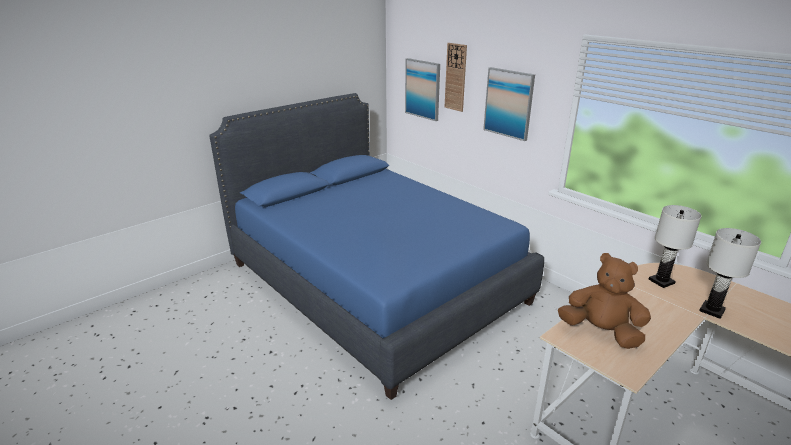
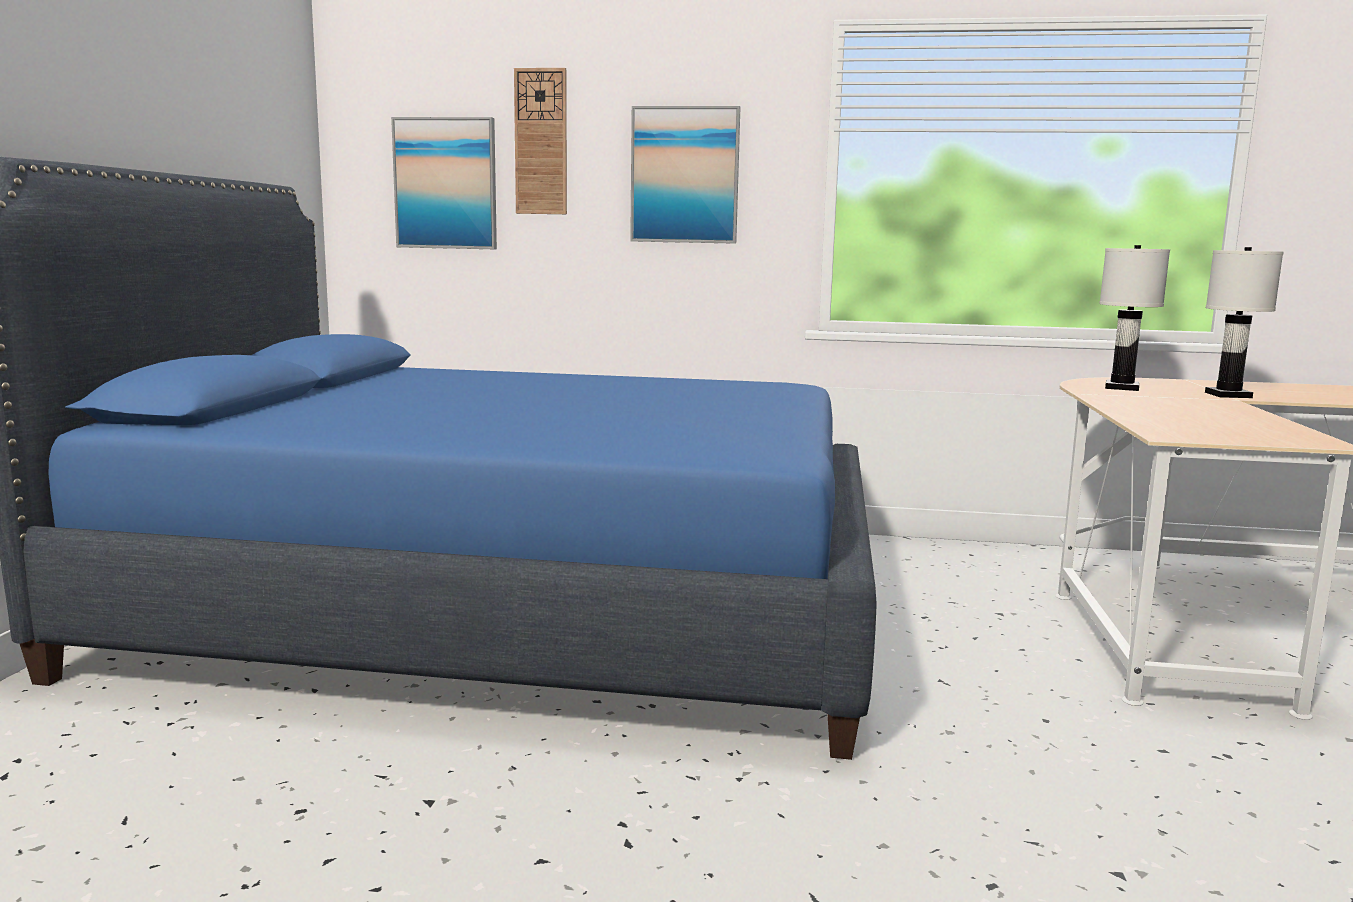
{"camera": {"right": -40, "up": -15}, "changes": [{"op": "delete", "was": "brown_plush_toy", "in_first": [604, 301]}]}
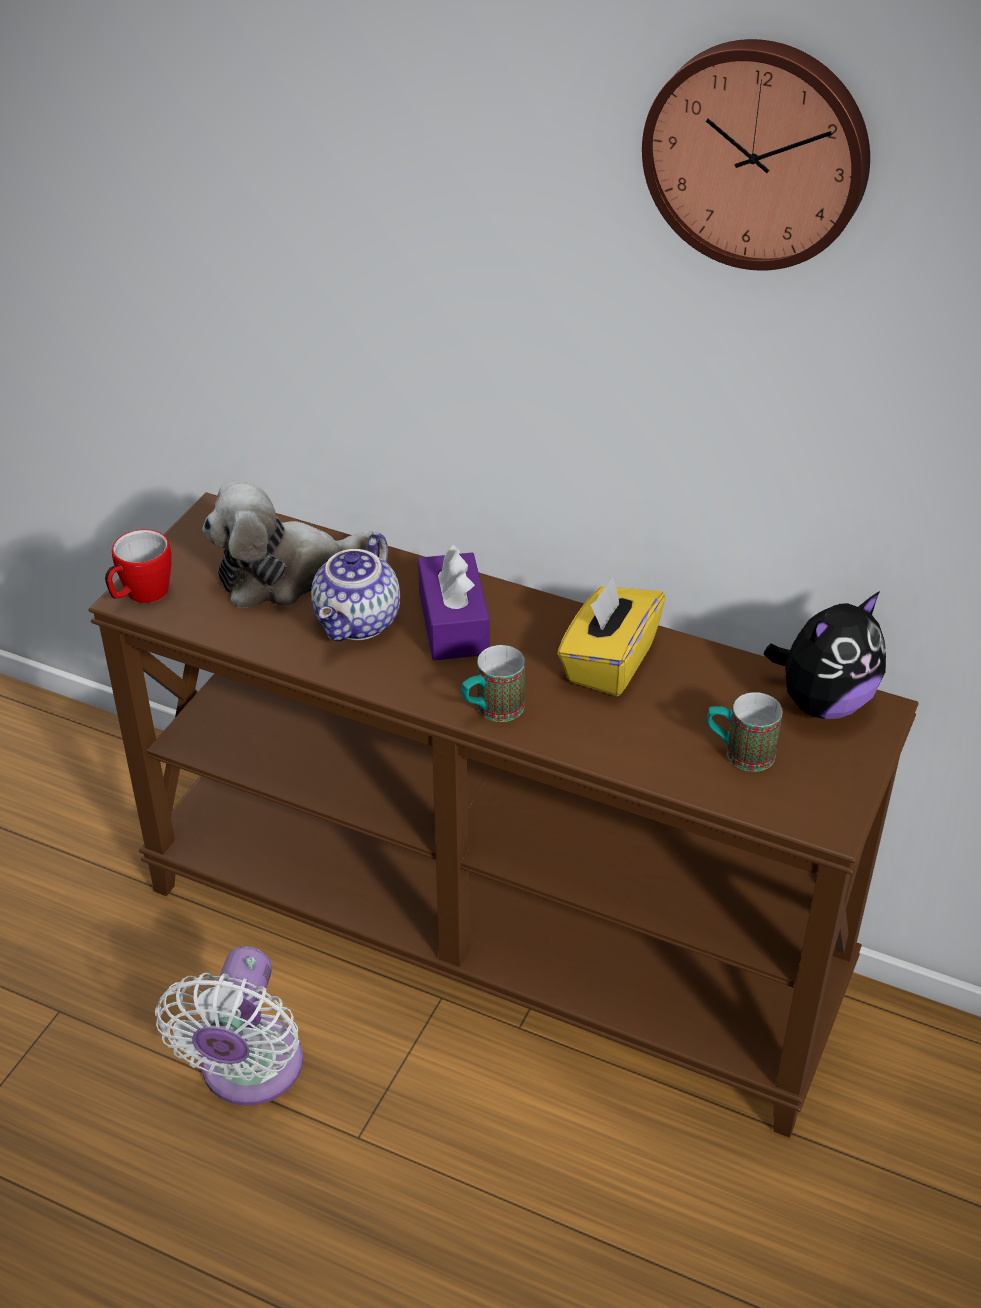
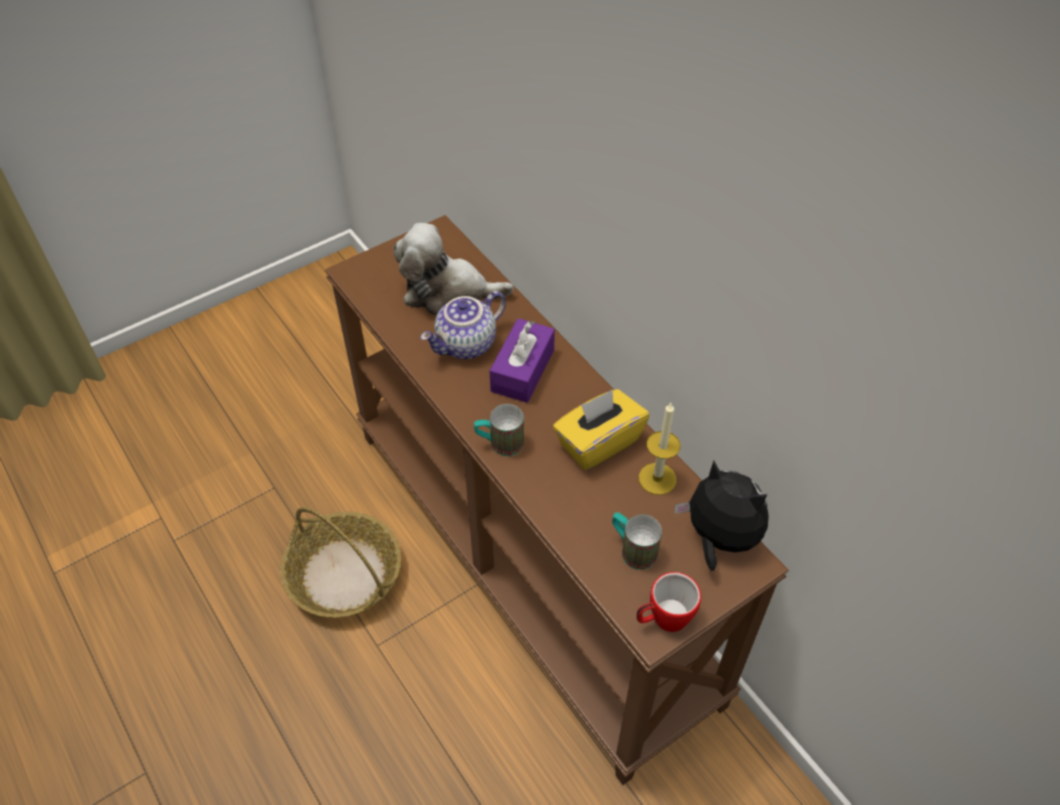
{"camera": {"right": 30, "up": 10}, "changes": [{"op": "replace", "was": "white_fan", "now": "basket", "in_first": [229, 1026], "in_second": [340, 562]}, {"op": "move", "was": "mug", "in_first": [138, 566], "in_second": [669, 602]}, {"op": "insert", "now": "candle", "in_second": [659, 449]}, {"op": "rotate", "was": "plush_toy", "in_first": [825, 655], "in_second": [722, 515], "clockwise": -135}, {"op": "delete", "was": "wall_clock", "in_first": [756, 155]}]}
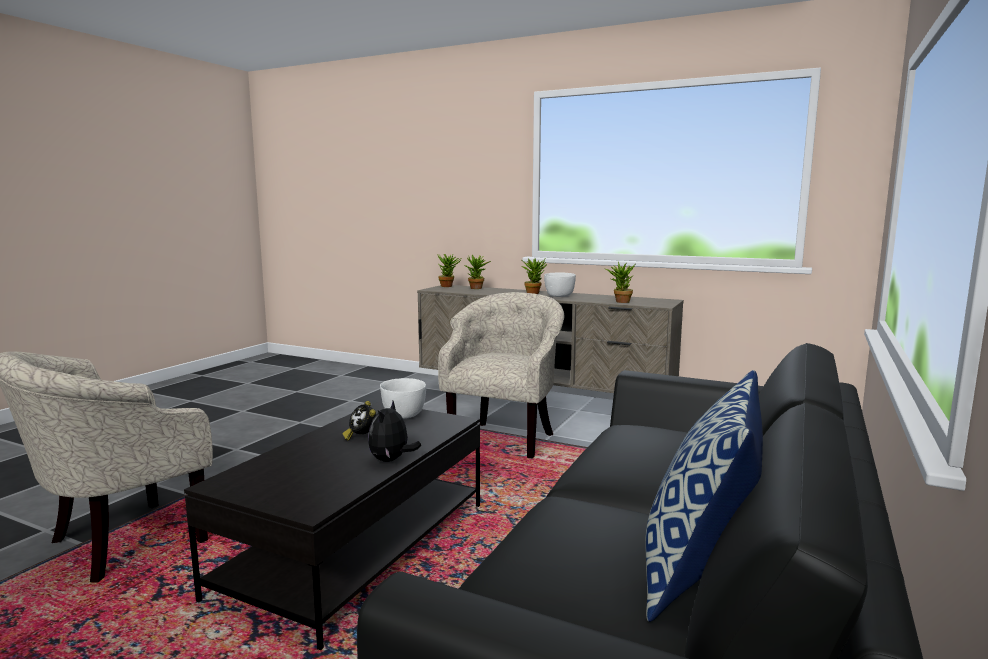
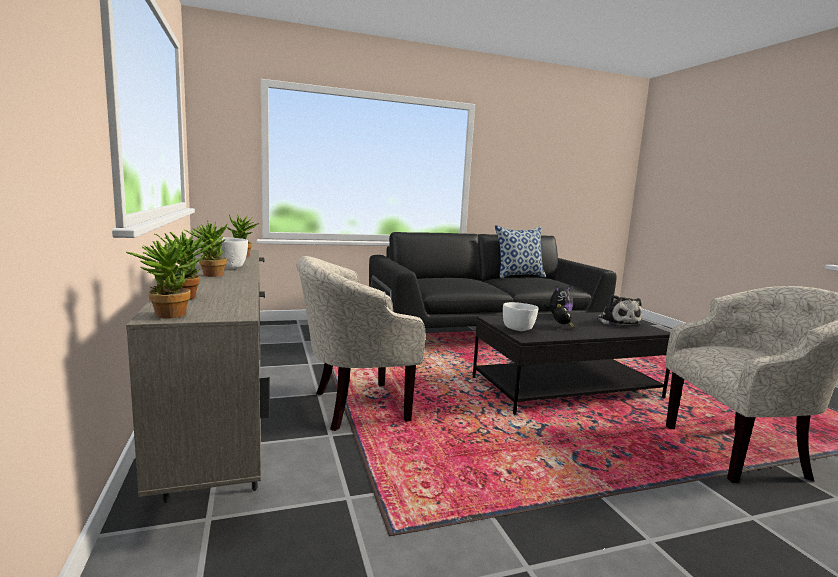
{"camera": {"right": -135, "up": 0}, "changes": [{"op": "insert", "now": "plush_toy", "in_second": [619, 310]}]}
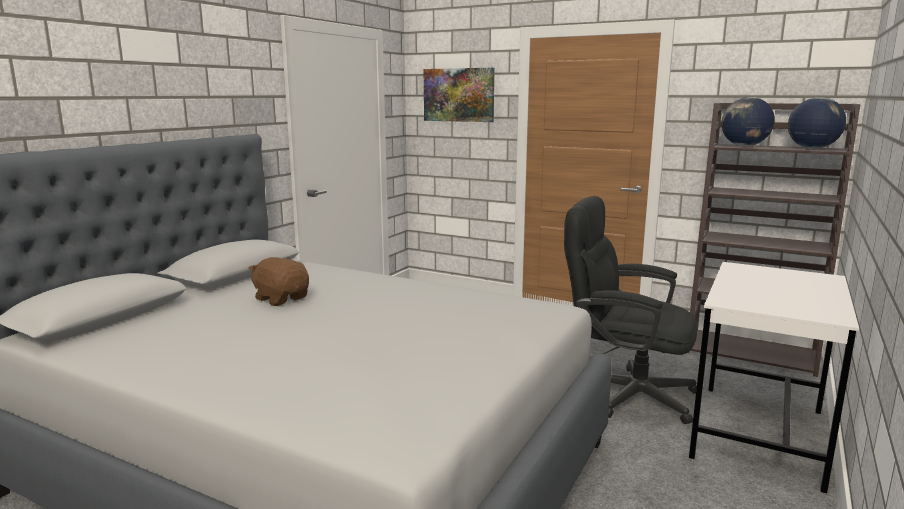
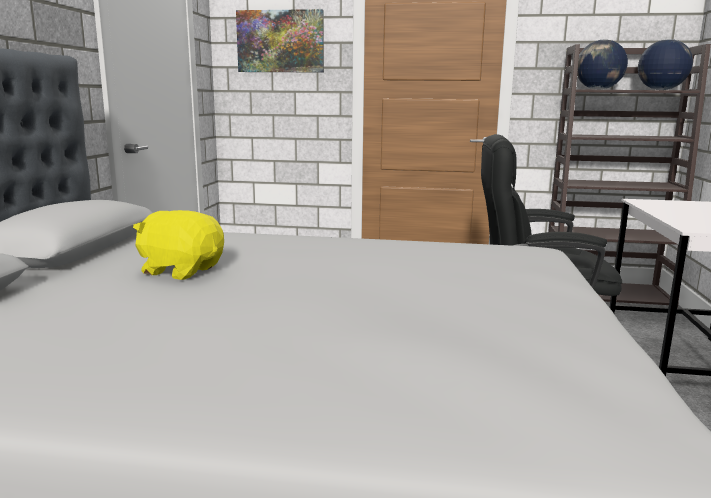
{"camera": {"right": -20, "up": 0}, "changes": [{"op": "recolor", "was": "brown_plush_toy", "now": "yellow_plush_toy", "in_first": [278, 281], "in_second": [178, 245]}]}
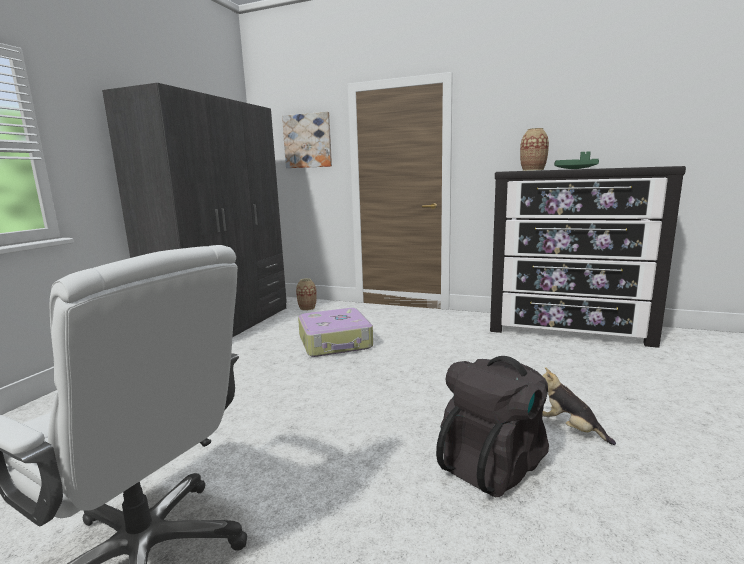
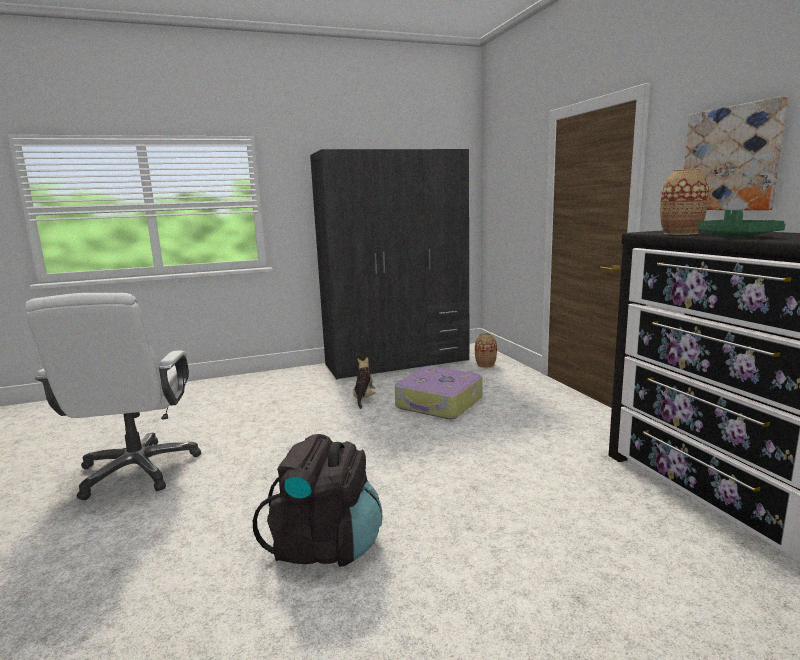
{"camera": {"right": 50, "up": 0}, "changes": [{"op": "move", "was": "plush_toy", "in_first": [579, 406], "in_second": [364, 383]}, {"op": "move", "was": "picture", "in_first": [307, 140], "in_second": [736, 153]}]}
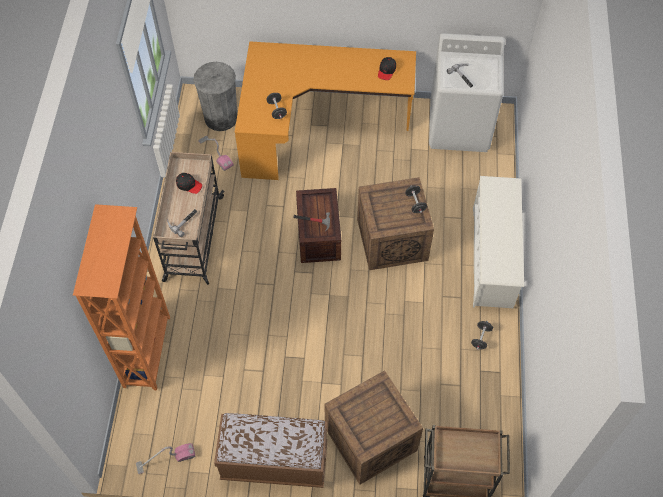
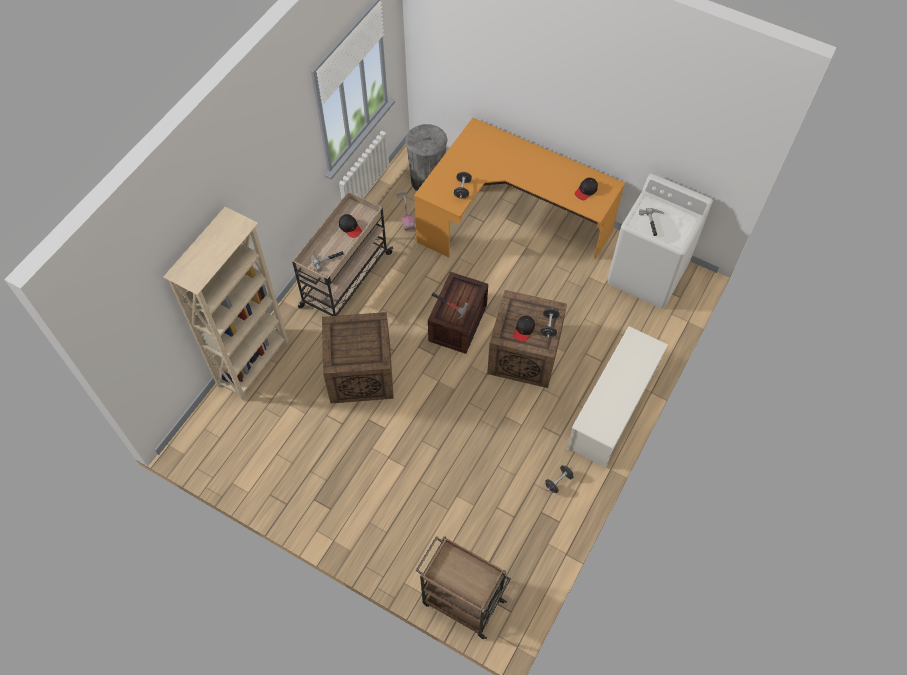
{"camera": {"right": 25, "up": 0}, "changes": [{"op": "recolor", "was": "orange_bookcase", "now": "beige_bookcase", "in_first": [121, 297], "in_second": [226, 303]}, {"op": "move", "was": "crate", "in_first": [373, 427], "in_second": [358, 358]}, {"op": "insert", "now": "black_cap", "in_second": [524, 329]}, {"op": "delete", "was": "vacuum_cleaner", "in_first": [165, 458]}, {"op": "delete", "was": "brown_bench", "in_first": [271, 450]}]}
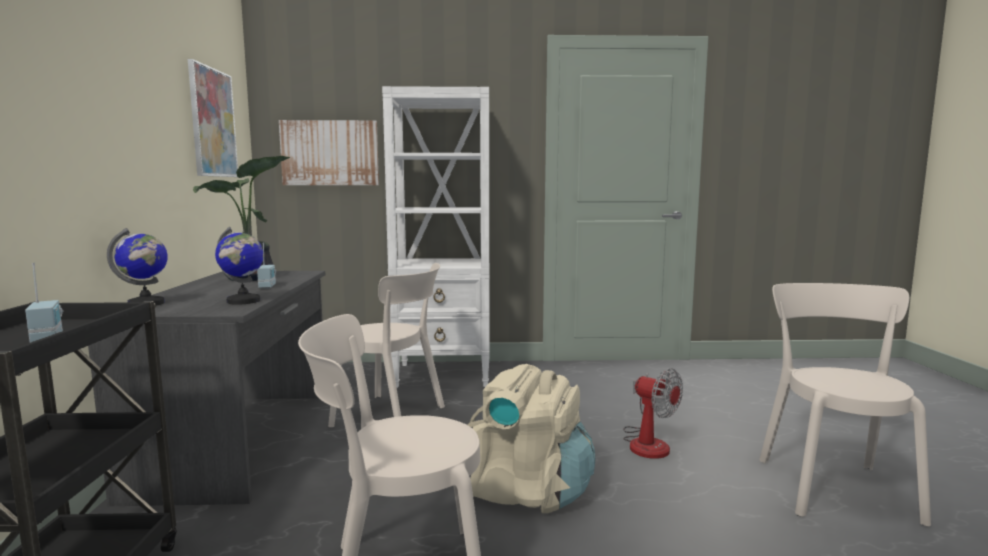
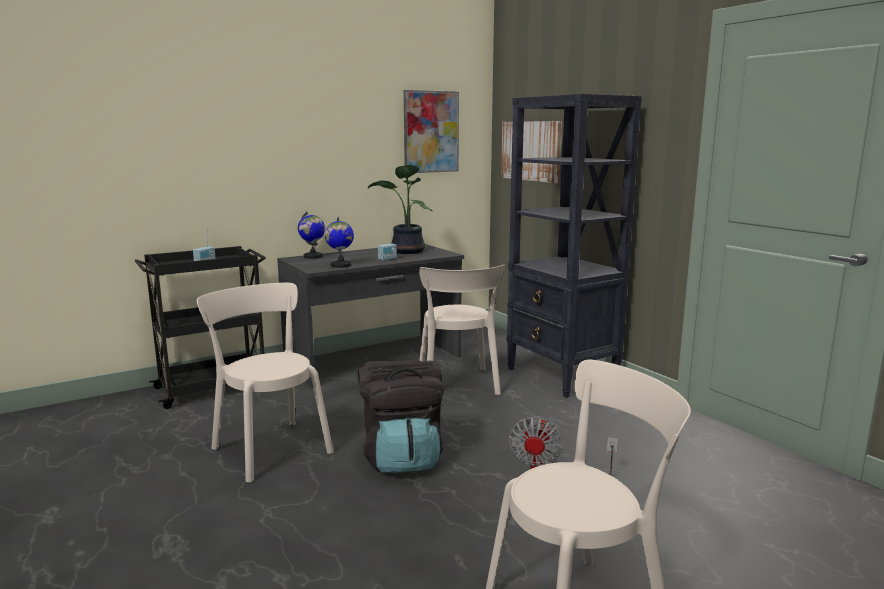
{"camera": {"right": 60, "up": 5}, "changes": [{"op": "recolor", "was": "beige_backpack", "now": "black_backpack", "in_first": [531, 438], "in_second": [401, 416]}, {"op": "recolor", "was": "white_bookcase", "now": "black_bookcase", "in_first": [436, 237], "in_second": [574, 246]}]}
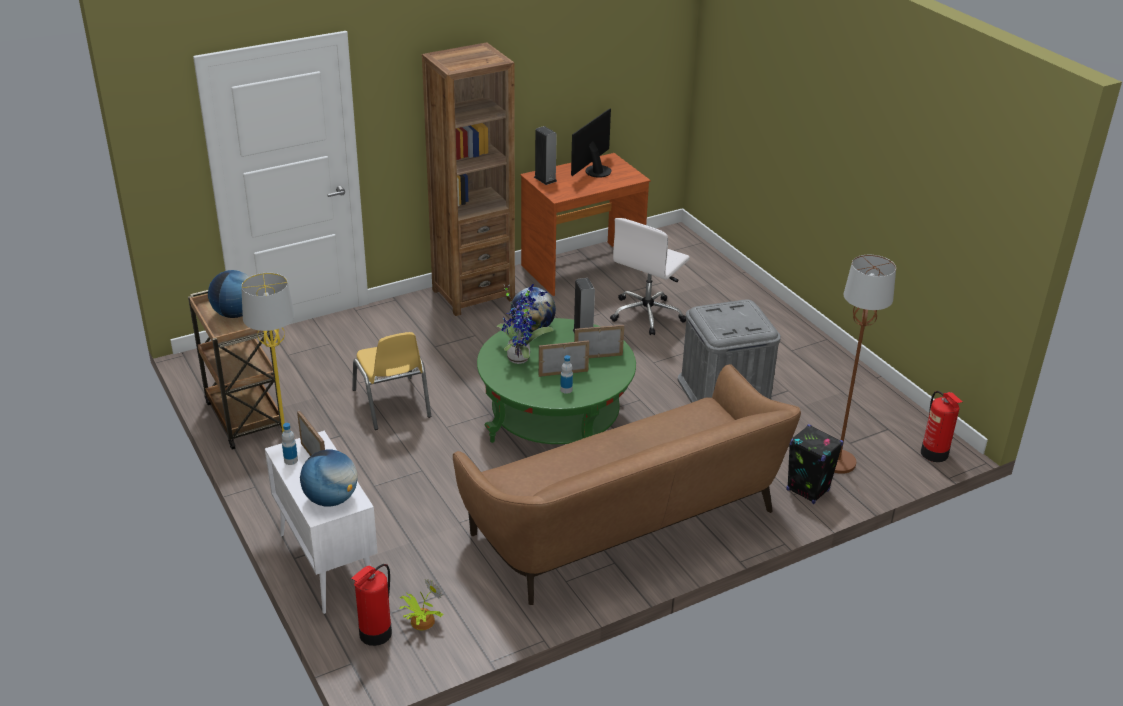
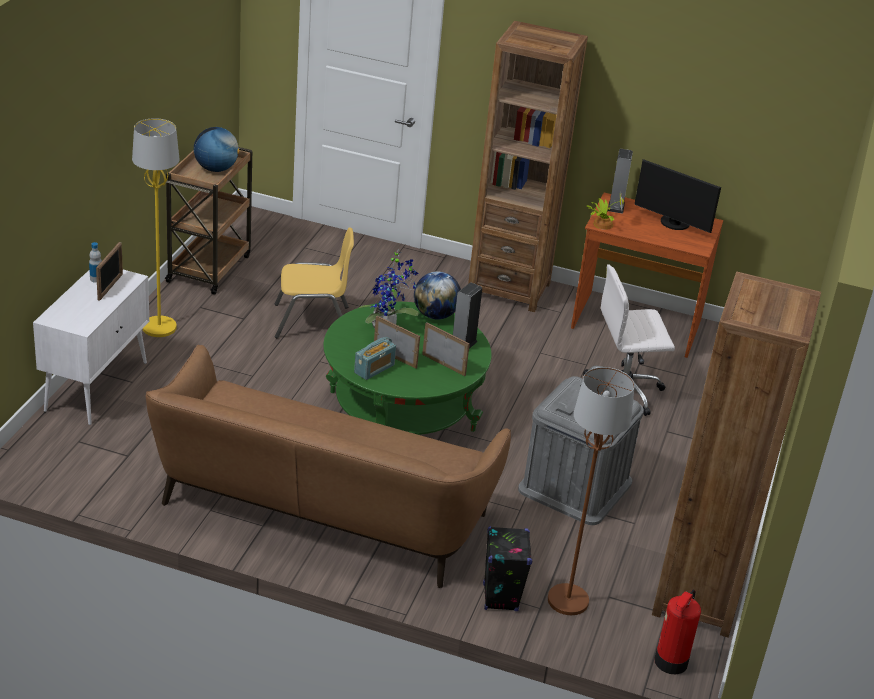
{"camera": {"right": 45, "up": 0}, "changes": [{"op": "rotate", "was": "yellow_chair", "in_first": [391, 381], "in_second": [314, 282], "clockwise": -120}, {"op": "replace", "was": "bottle", "now": "radio", "in_first": [566, 374], "in_second": [375, 358]}, {"op": "move", "was": "potted_plant", "in_first": [421, 604], "in_second": [605, 211]}, {"op": "rotate", "was": "monitor", "in_first": [591, 143], "in_second": [678, 196], "clockwise": -135}, {"op": "insert", "now": "brown_bookcase", "in_second": [736, 454]}, {"op": "delete", "was": "globe", "in_first": [329, 478]}, {"op": "delete", "was": "fire_extinguisher", "in_first": [371, 605]}]}
